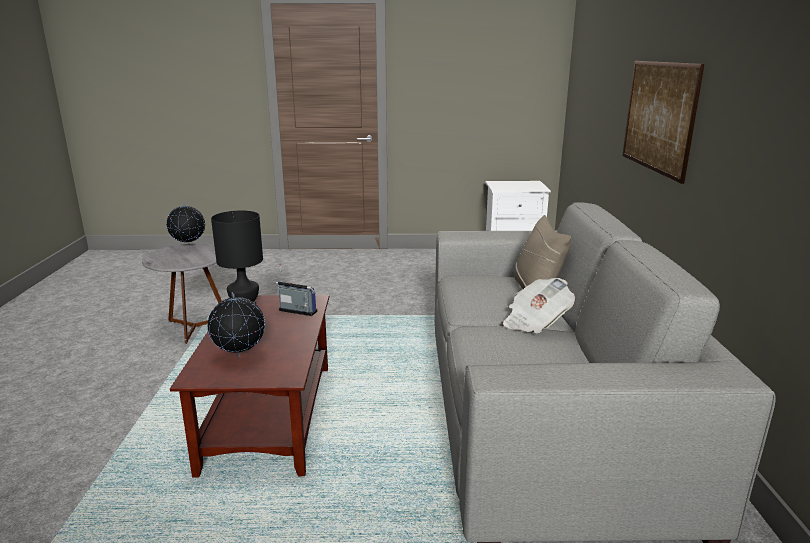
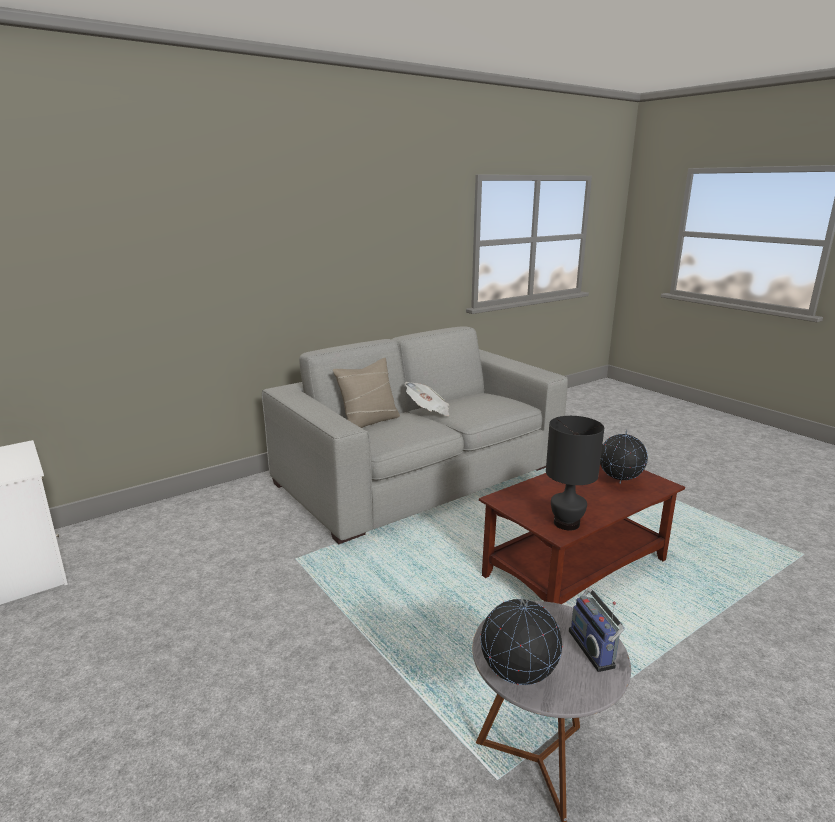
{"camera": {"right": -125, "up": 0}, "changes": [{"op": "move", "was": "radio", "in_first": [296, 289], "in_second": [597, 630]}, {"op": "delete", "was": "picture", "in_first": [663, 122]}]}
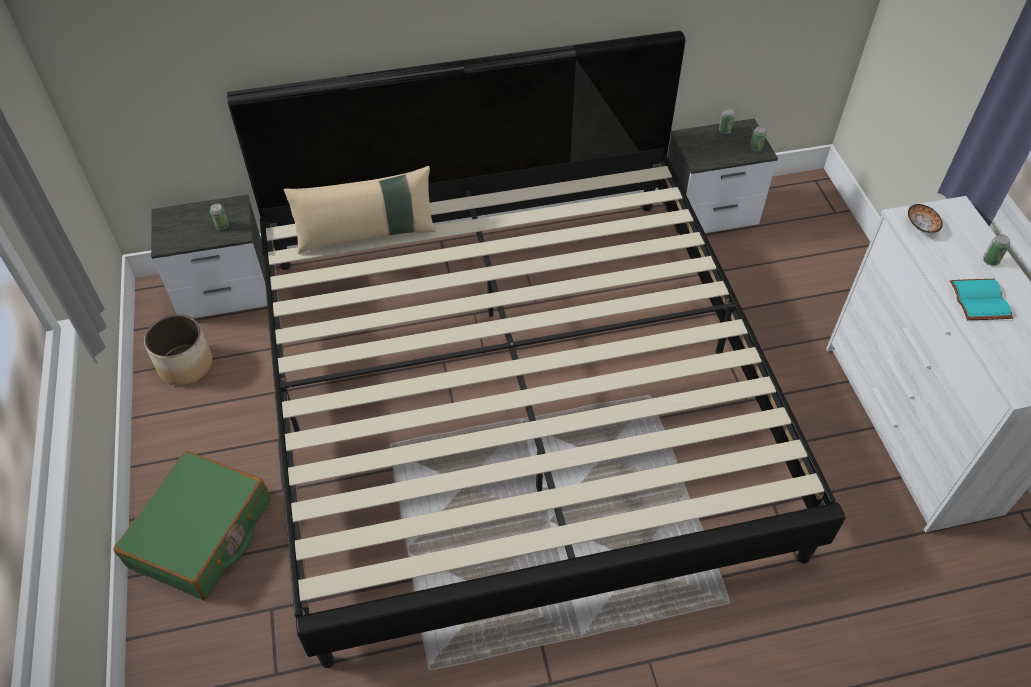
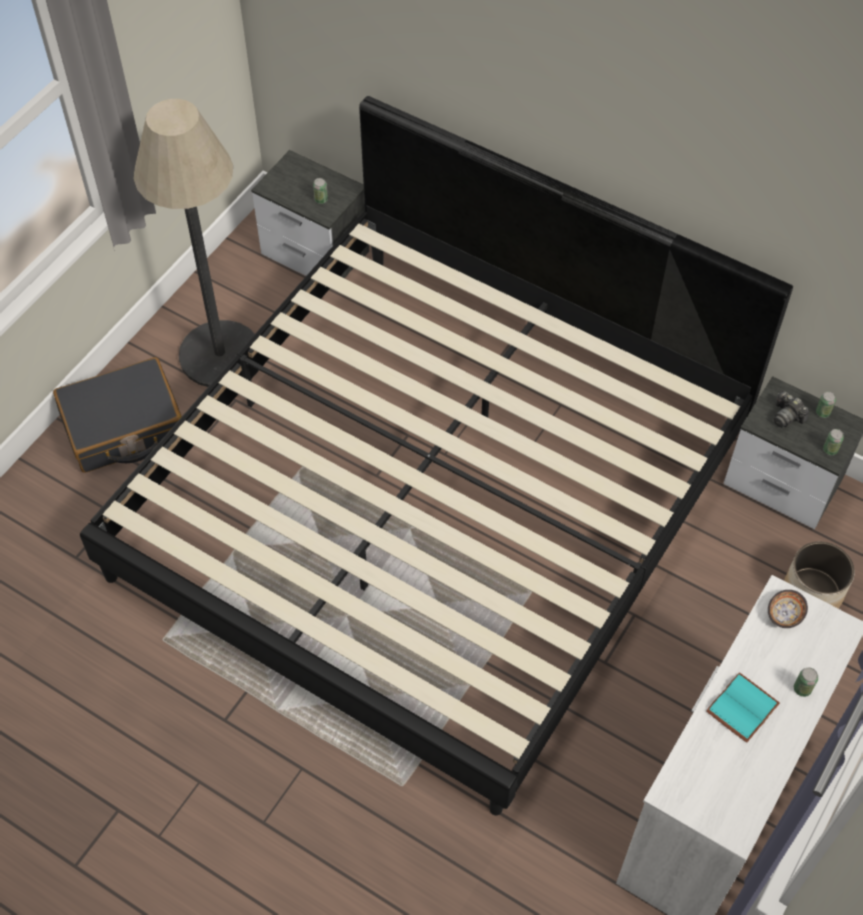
{"camera": {"right": 45, "up": 5}, "changes": [{"op": "recolor", "was": "green_suitcase", "now": "black_suitcase", "in_first": [192, 525], "in_second": [117, 415]}, {"op": "insert", "now": "floor_lamp", "in_second": [194, 243]}, {"op": "insert", "now": "photo_camera", "in_second": [791, 409]}, {"op": "move", "was": "planter", "in_first": [178, 349], "in_second": [819, 575]}, {"op": "delete", "was": "beige_pillow", "in_first": [360, 210]}]}
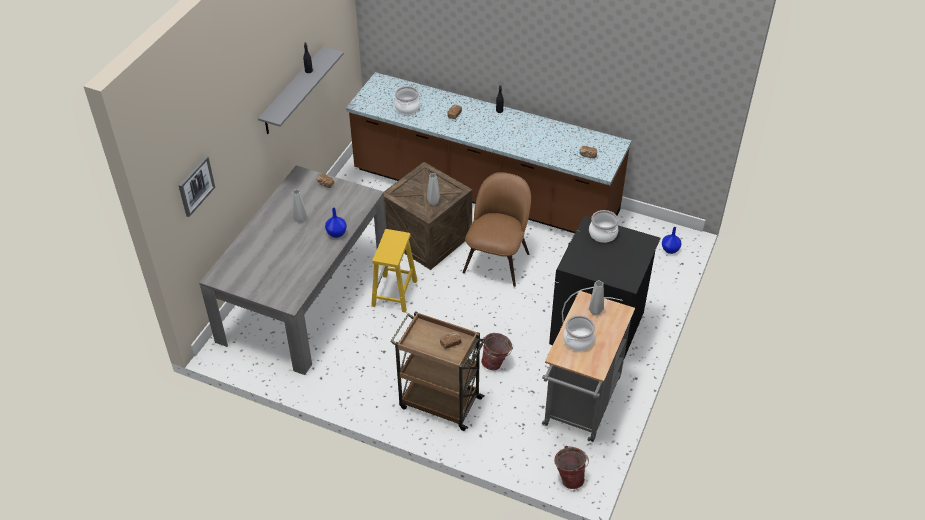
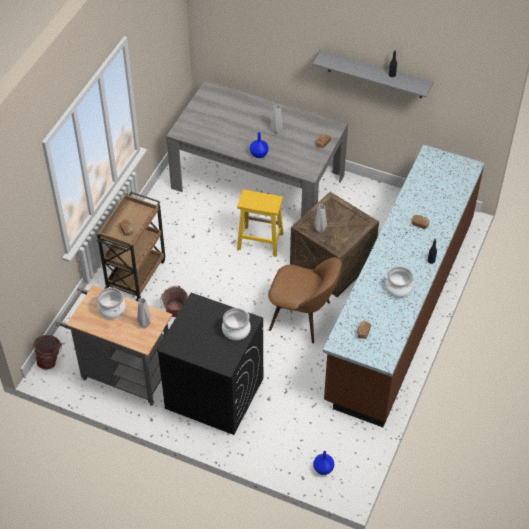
{"camera": {"right": 90, "up": 5}, "changes": [{"op": "move", "was": "cooking_pot", "in_first": [407, 100], "in_second": [400, 282]}, {"op": "delete", "was": "picture", "in_first": [196, 186]}]}
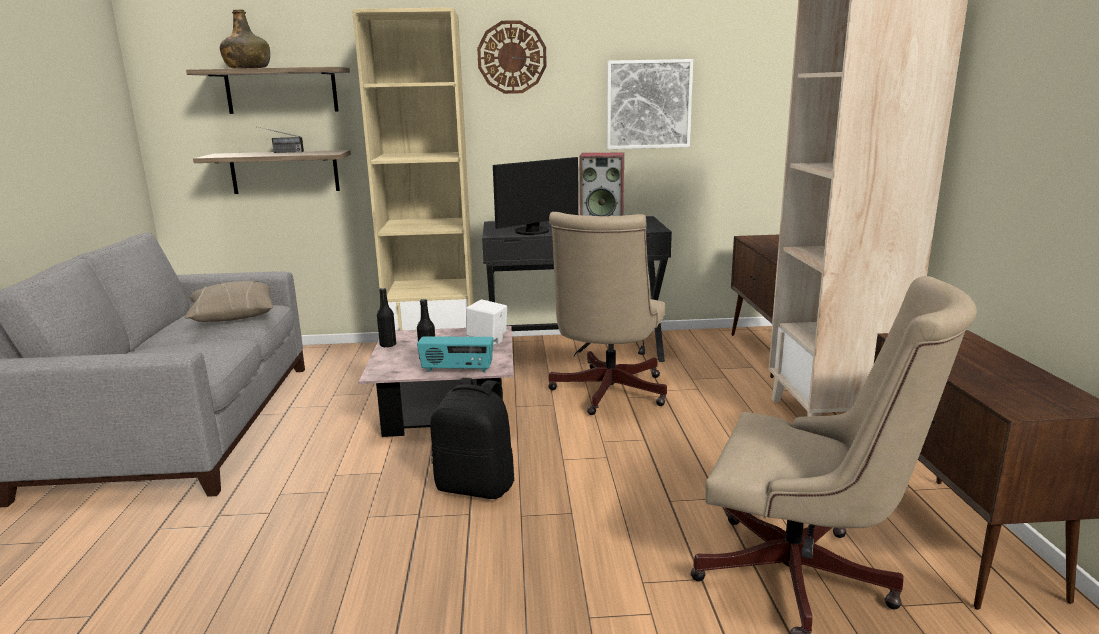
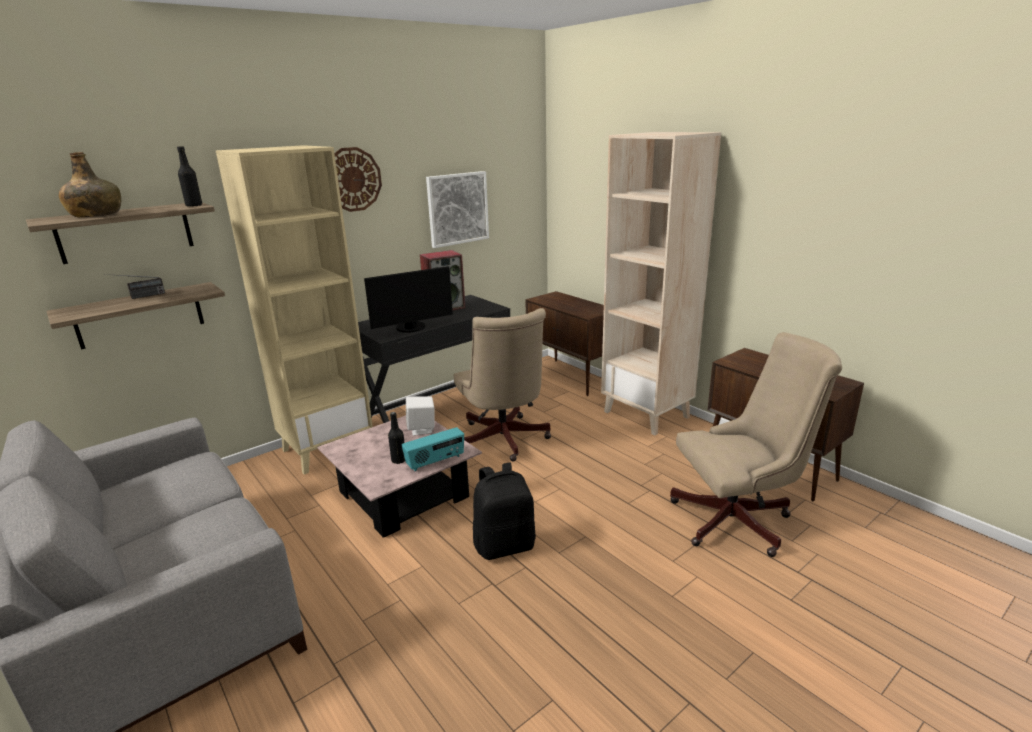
{"camera": {"right": -35, "up": 5}, "changes": [{"op": "move", "was": "black_bottle", "in_first": [386, 317], "in_second": [189, 176]}, {"op": "rotate", "was": "monitor", "in_first": [535, 196], "in_second": [408, 299], "clockwise": 45}, {"op": "delete", "was": "beige_pillow", "in_first": [229, 301]}]}
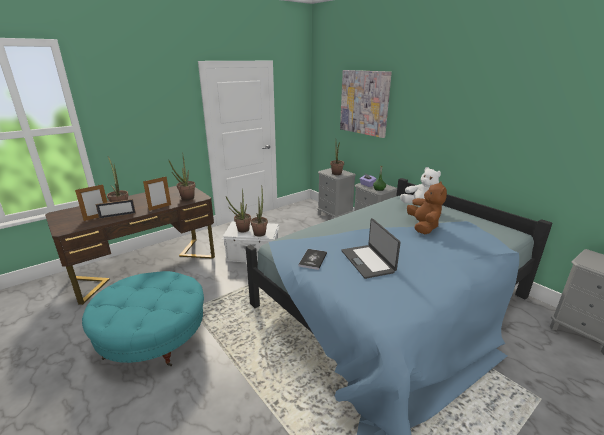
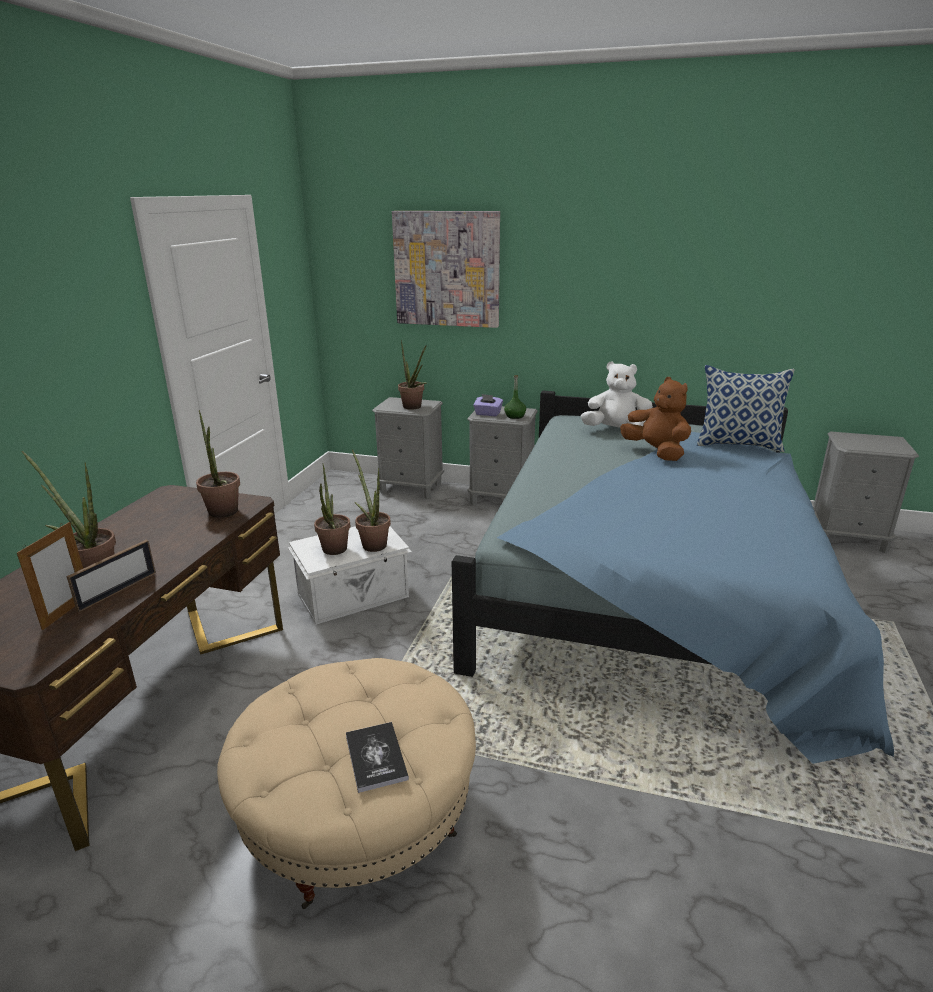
{"camera": {"right": -35, "up": 0}, "changes": [{"op": "recolor", "was": "turquoise_ottoman", "now": "beige_ottoman", "in_first": [143, 318], "in_second": [346, 783]}, {"op": "move", "was": "book", "in_first": [313, 259], "in_second": [377, 757]}, {"op": "insert", "now": "pillow", "in_second": [746, 408]}, {"op": "delete", "was": "picture_frame", "in_first": [157, 194]}, {"op": "delete", "was": "laptop", "in_first": [371, 248]}]}
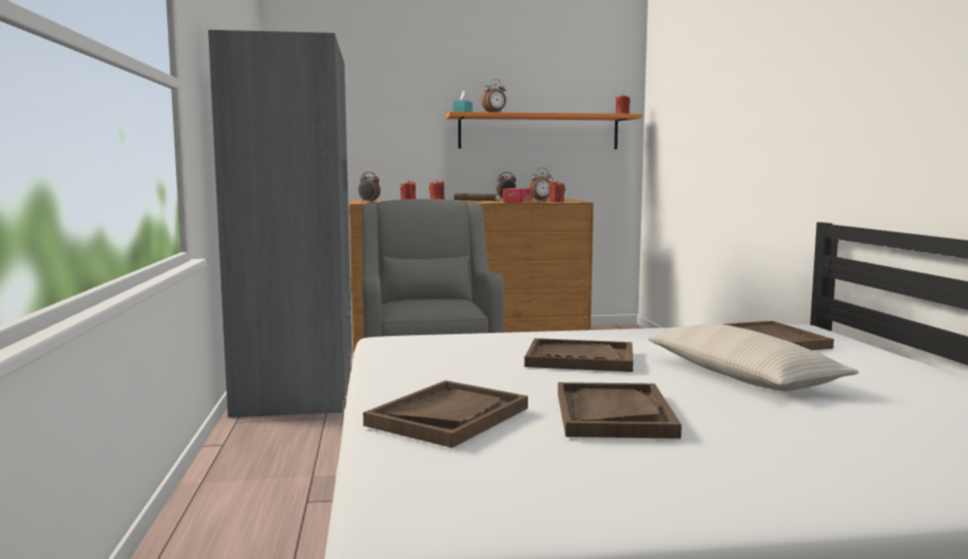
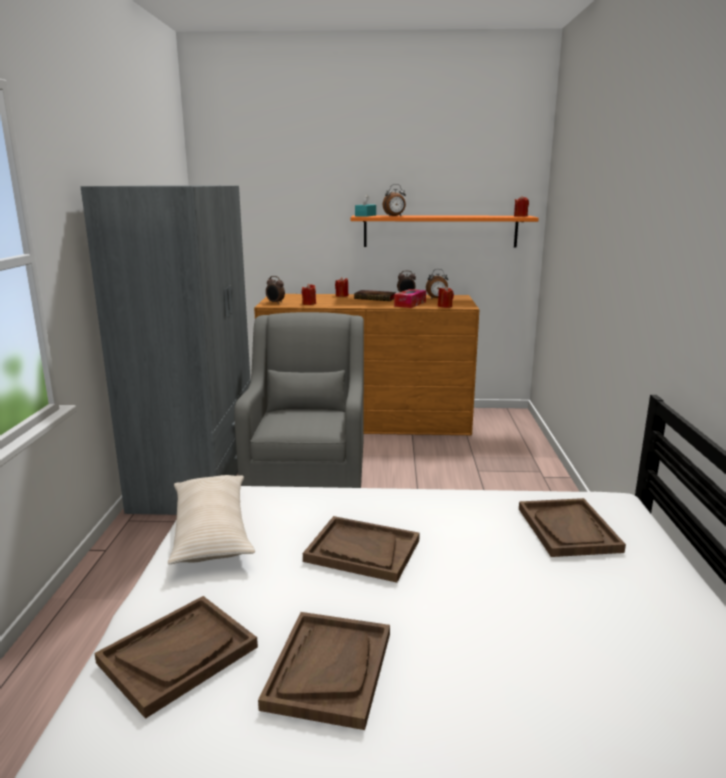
{"camera": {"right": 10, "up": 10}, "changes": [{"op": "move", "was": "beige_pillow", "in_first": [753, 357], "in_second": [211, 519]}]}
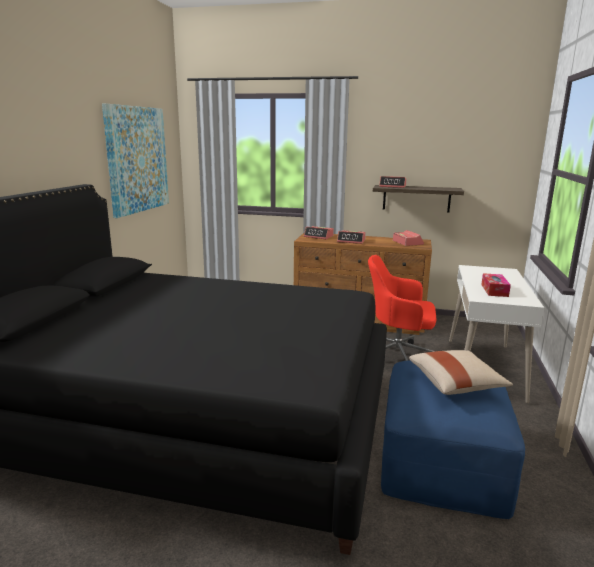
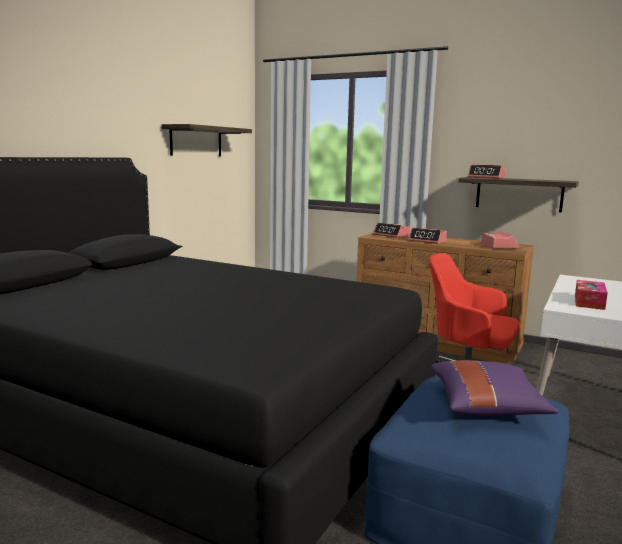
{"camera": {"right": 15, "up": -5}, "changes": [{"op": "replace", "was": "picture", "now": "shelf", "in_first": [135, 160], "in_second": [206, 140]}, {"op": "recolor", "was": "beige_pillow", "now": "purple_pillow", "in_first": [461, 372], "in_second": [495, 388]}]}
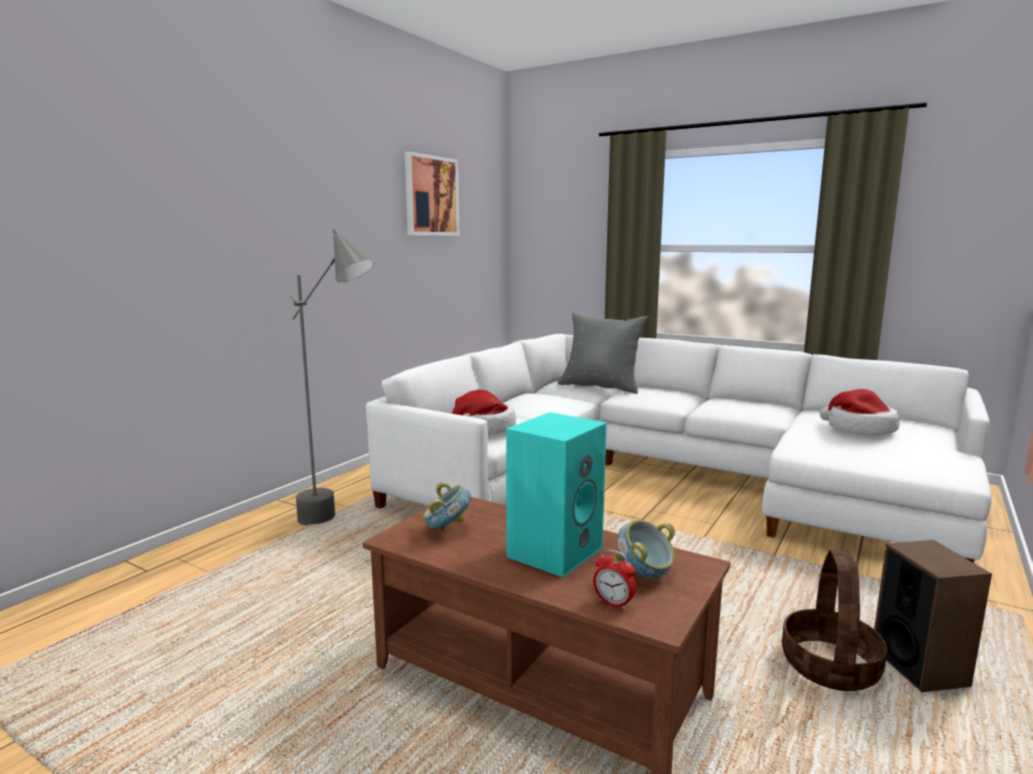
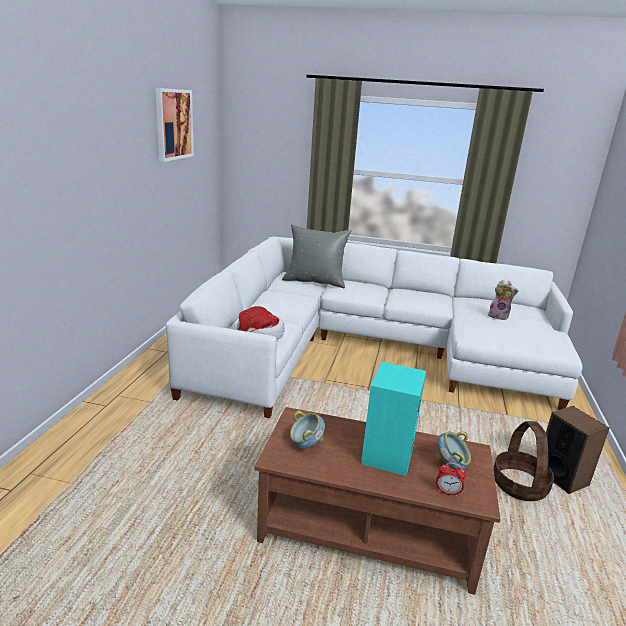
{"camera": {"right": -20, "up": 10}, "changes": [{"op": "replace", "was": "hat", "now": "plush_toy", "in_first": [859, 412], "in_second": [503, 300]}, {"op": "delete", "was": "grey_floor_lamp", "in_first": [332, 377]}]}
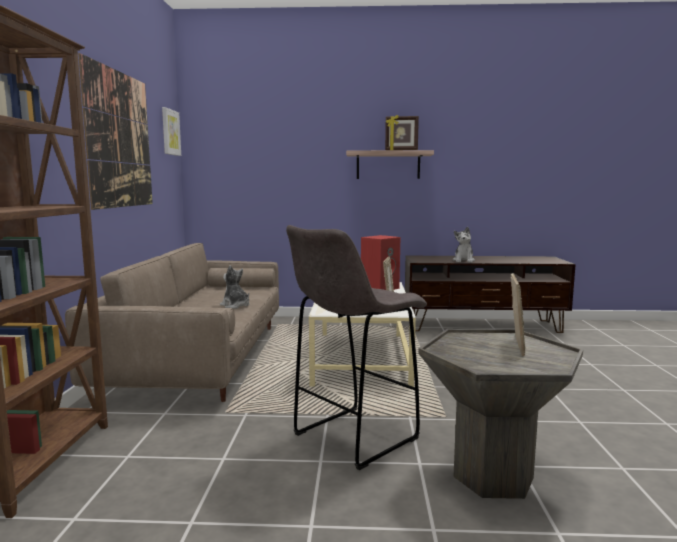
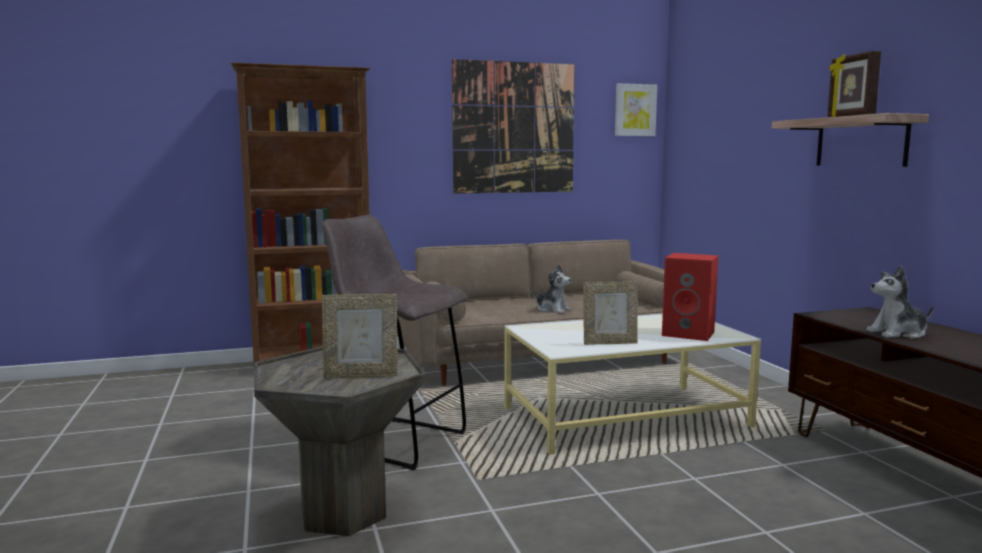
{"camera": {"right": 70, "up": 0}, "changes": [{"op": "rotate", "was": "plush_toy", "in_first": [234, 287], "in_second": [552, 289], "clockwise": 105}]}
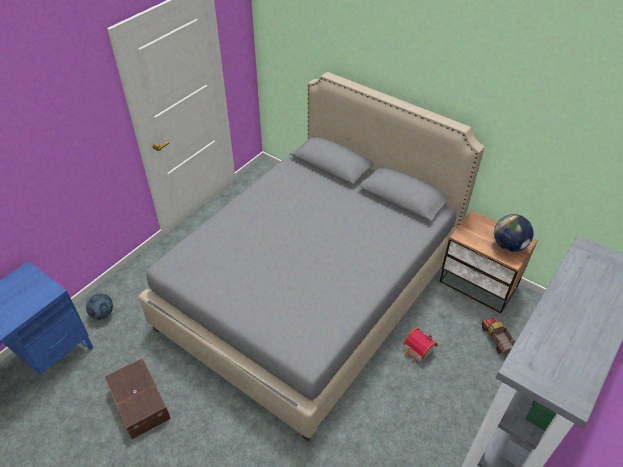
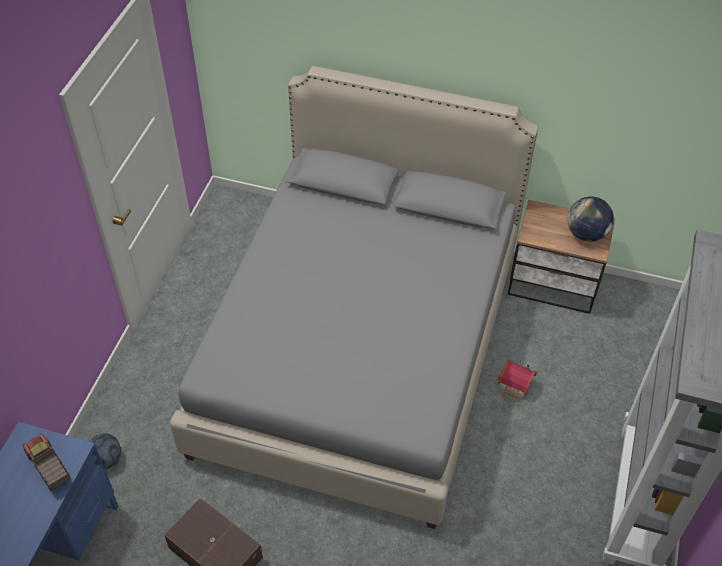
{"camera": {"right": -20, "up": 5}, "changes": [{"op": "move", "was": "toy_truck", "in_first": [498, 335], "in_second": [47, 462]}]}
